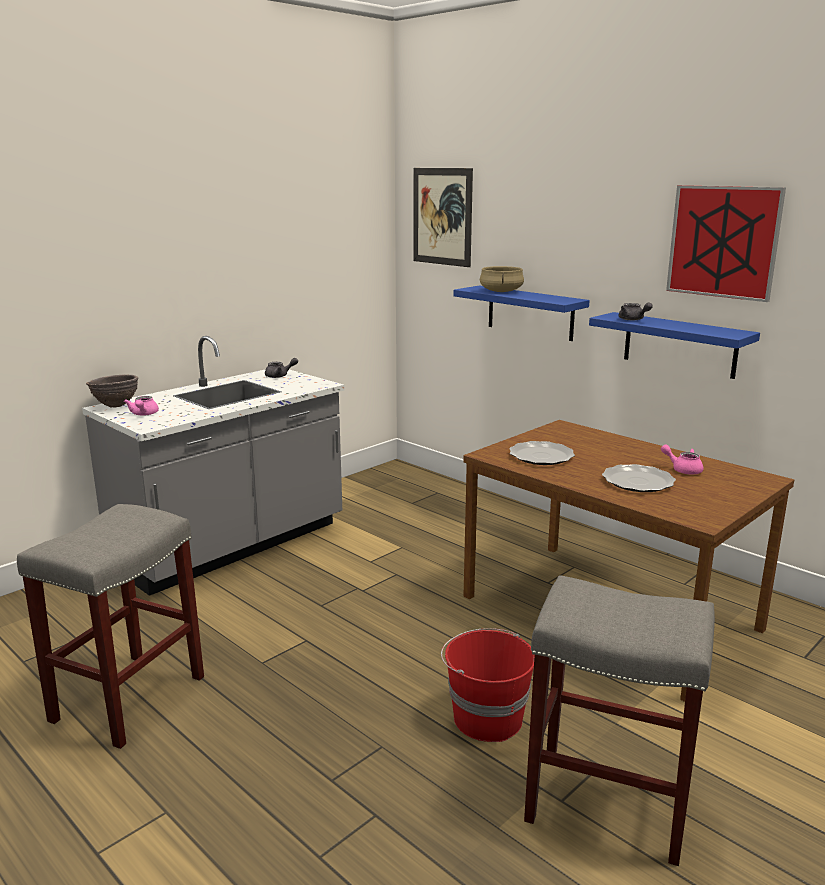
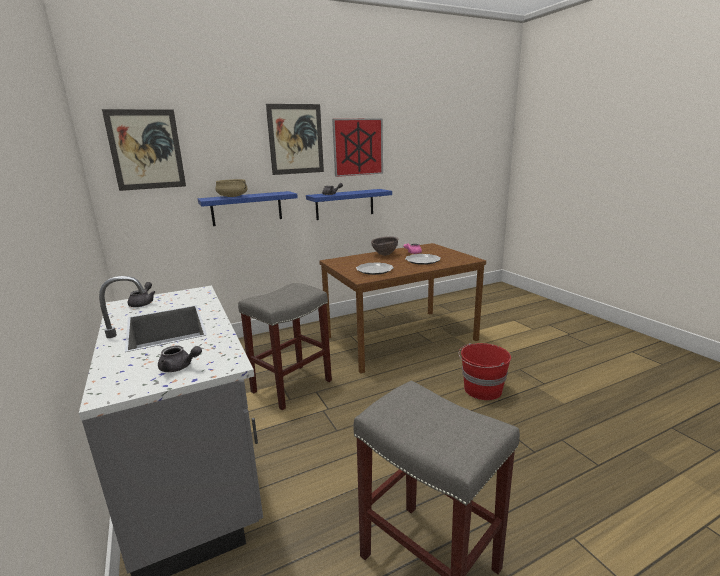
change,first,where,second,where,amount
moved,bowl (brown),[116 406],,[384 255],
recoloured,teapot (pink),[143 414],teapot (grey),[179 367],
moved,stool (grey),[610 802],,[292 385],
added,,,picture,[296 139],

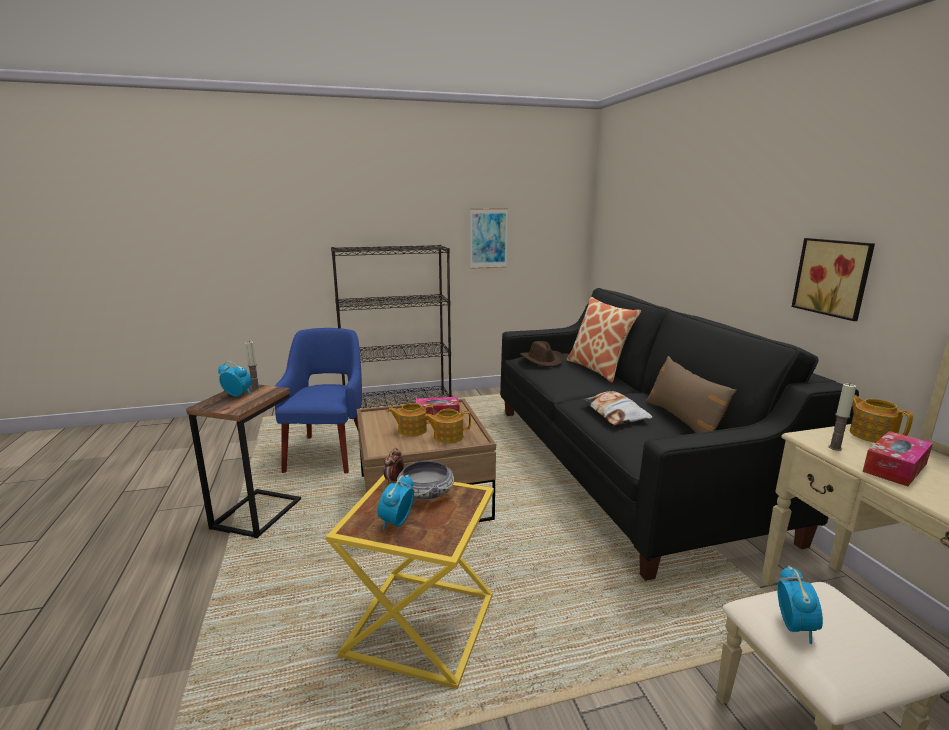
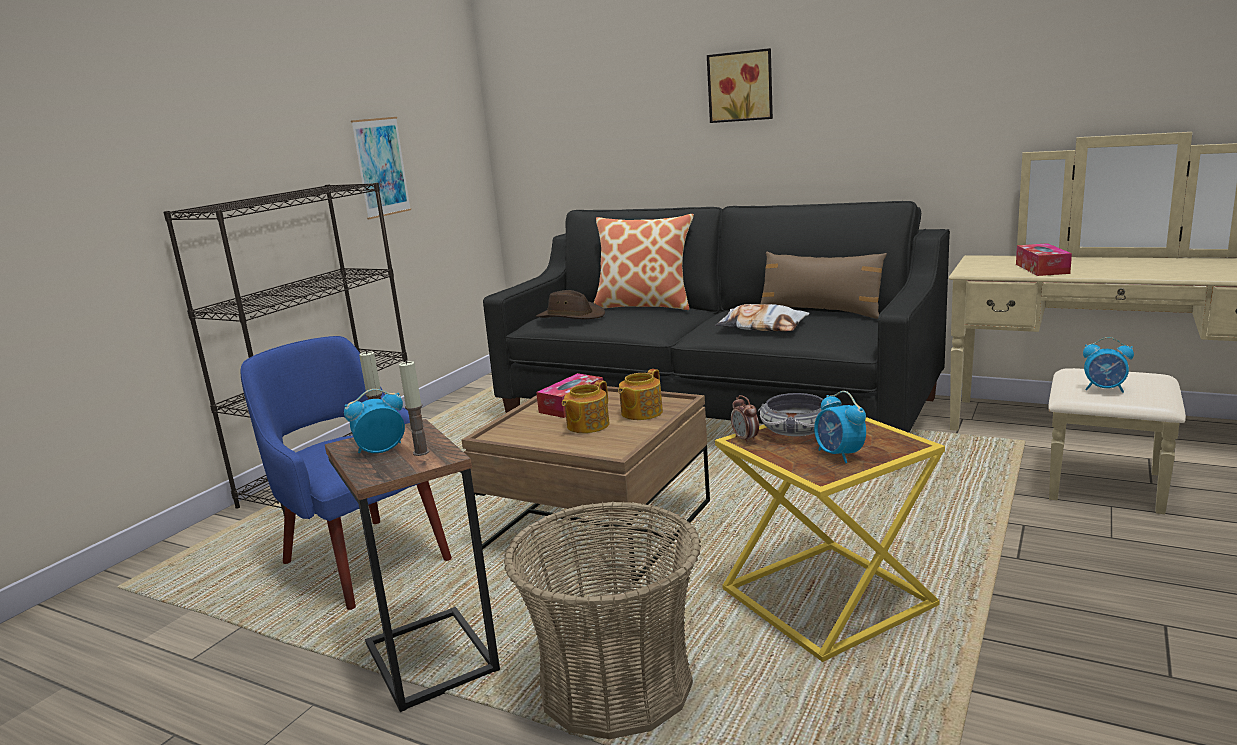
change,first,where,second,where,amount
moved,picture,[834 277],,[741 86],
moved,candle,[835 448],,[421 452],
removed,teapot,[871 435],,,
turned,alarm clock,[794 626],,[1105 389],150 degrees clockwise
added,,,basket,[616 686],

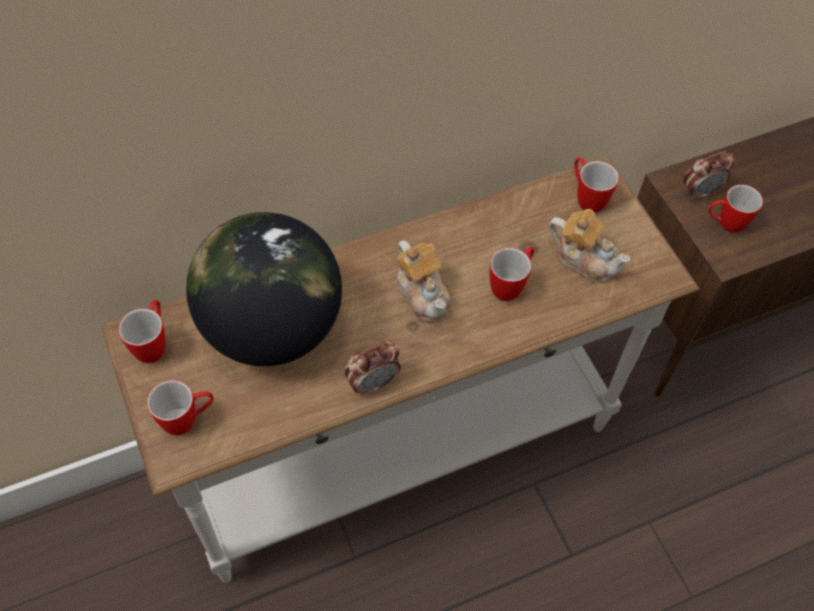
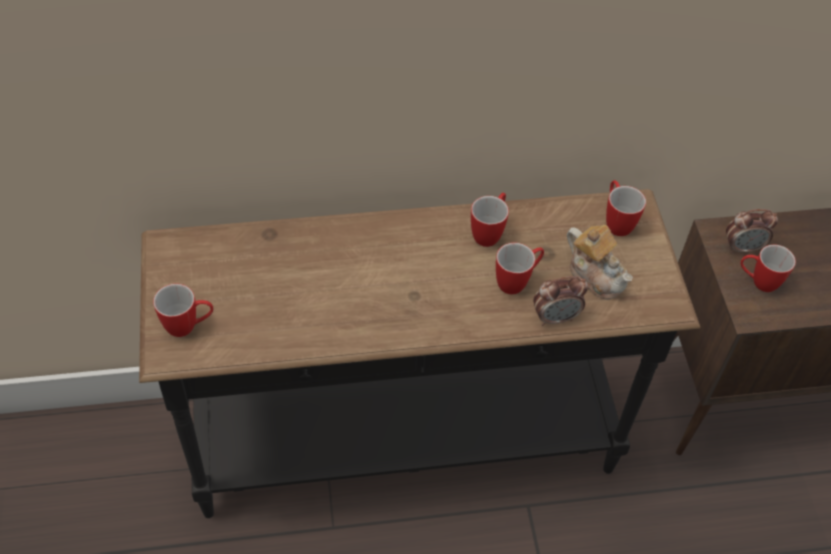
change,first,where,second,where,amount
recoloured,console table (white),[400 454],console table (black),[405 444],
removed,globe,[272 327],,,
removed,teapot,[422 293],,,
moved,mug,[153 344],,[489 232],
moved,alarm clock,[373 383],,[555 317],

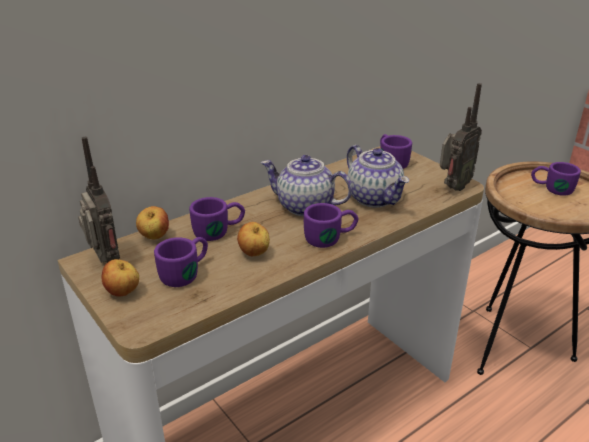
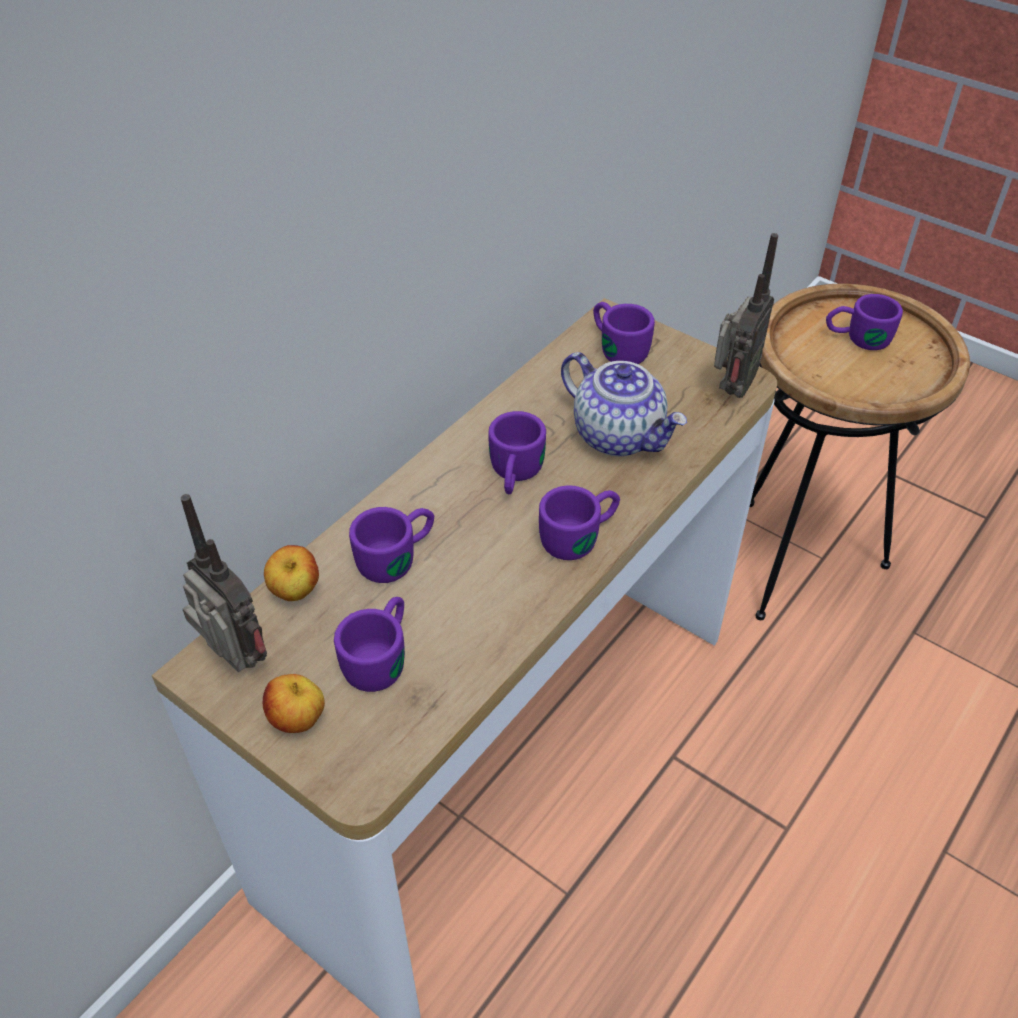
change,first,where,second,where,amount
replaced,teapot,[304 207],mug (purple),[514 476],
removed,apple,[254 254],,,

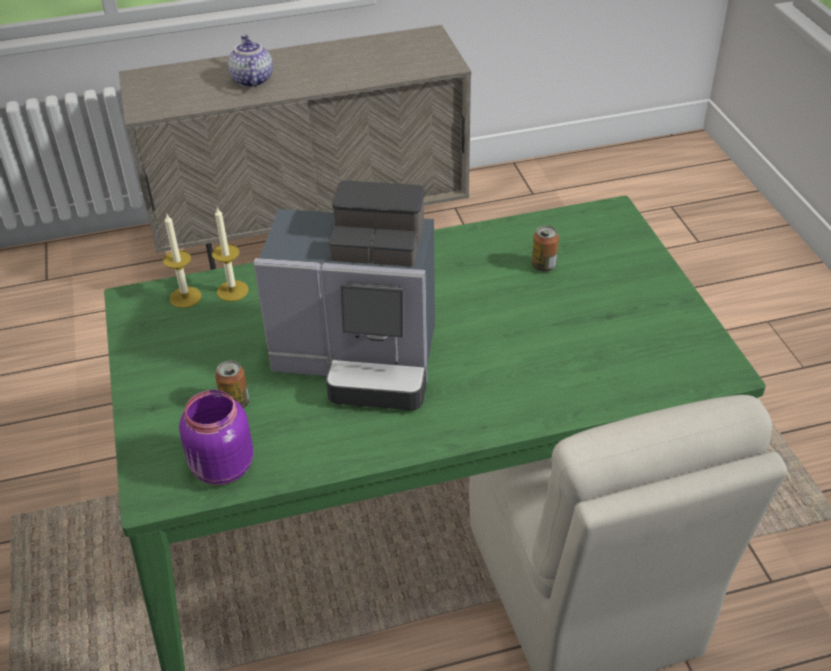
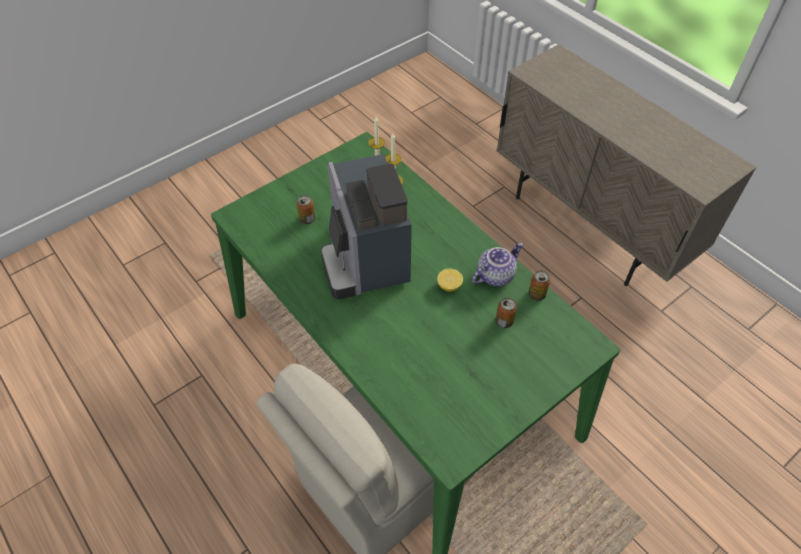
change,first,where,second,where,amount
moved,teapot,[251 80],,[495 275],
removed,jar (purple),[222 468],,,
added,,,lemon,[449 286],
added,,,can,[536 294],

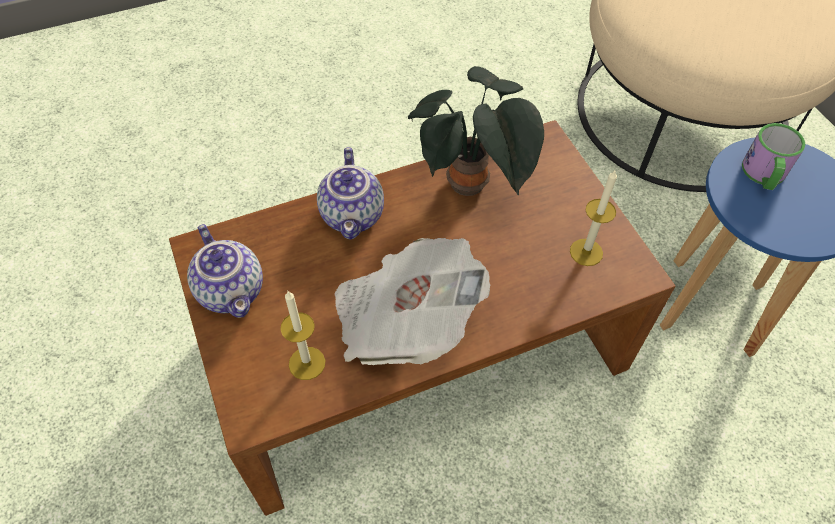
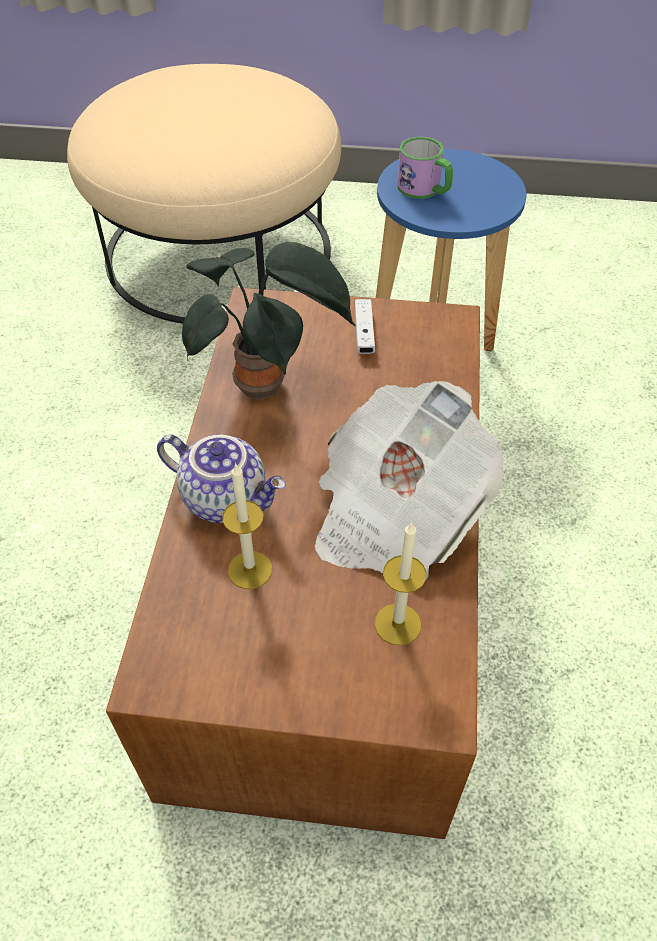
change,first,where,second,where,amount
moved,candle,[586 252],,[250 570],
removed,teapot,[233 291],,,
added,,,game controller (white),[364 333],

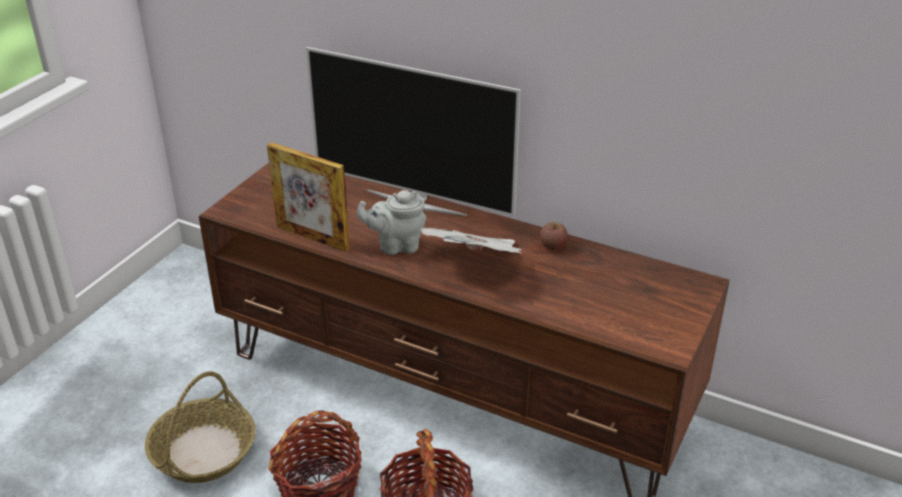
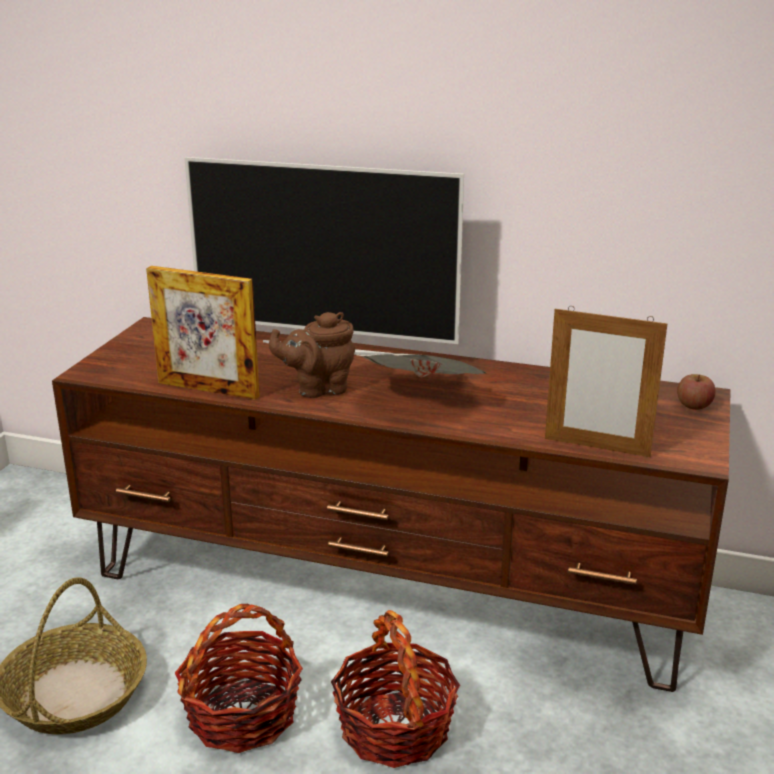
change,first,where,second,where,amount
recoloured,teapot (grey),[396 245],teapot (brown),[318 389],
moved,apple,[553 245],,[694 405],
added,,,picture frame,[596 447],

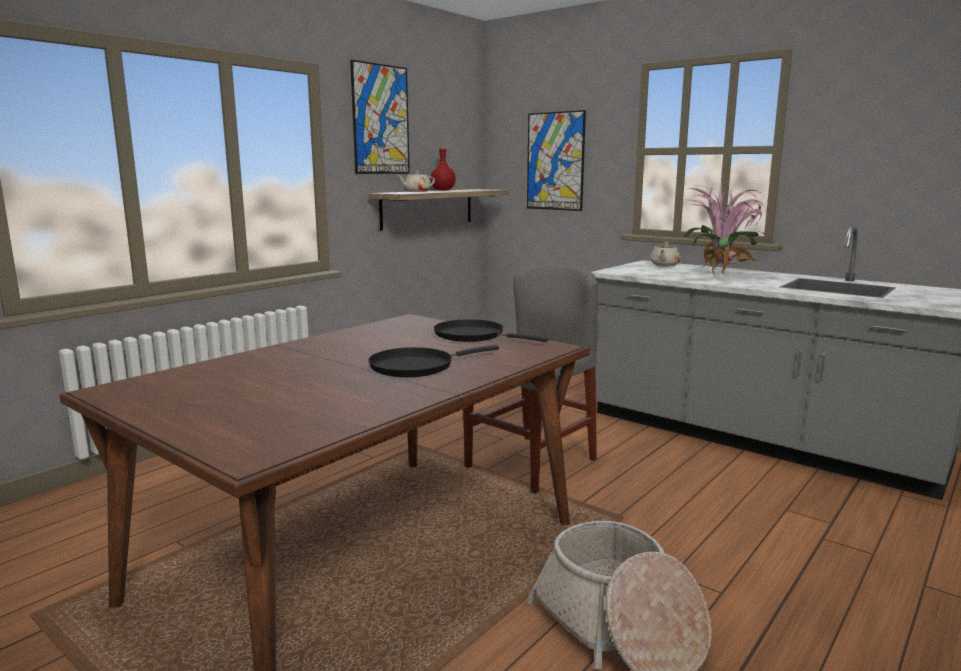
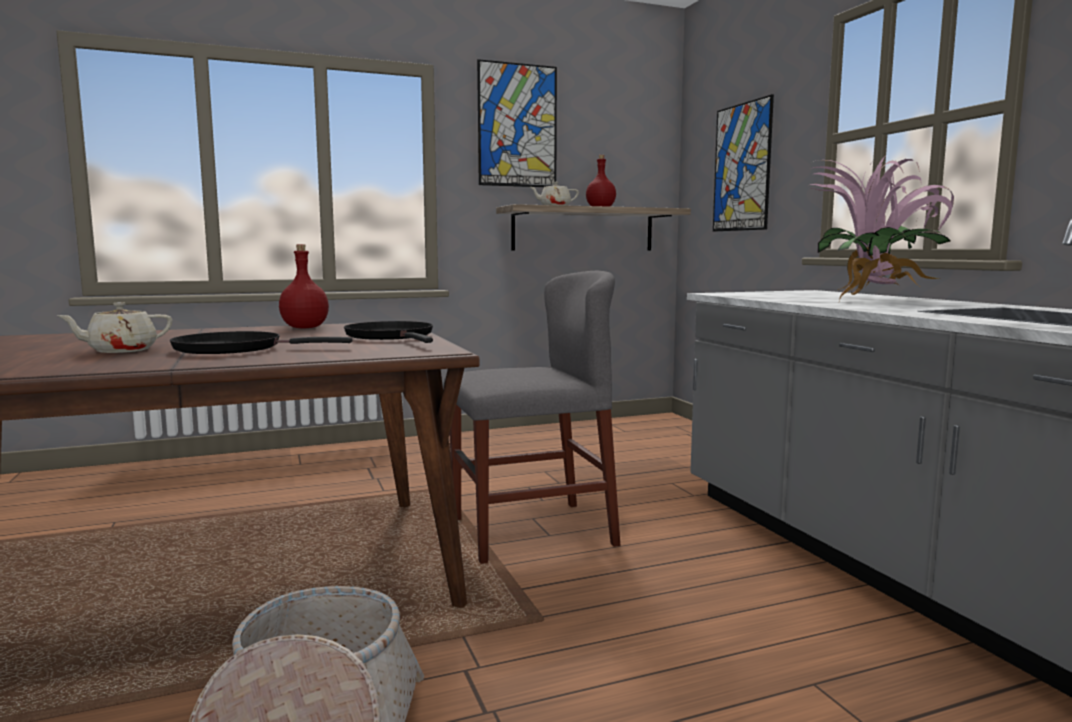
change,first,where,second,where,amount
moved,teapot (beige),[664 265],,[121 351],
added,,,bottle (red),[305 327],

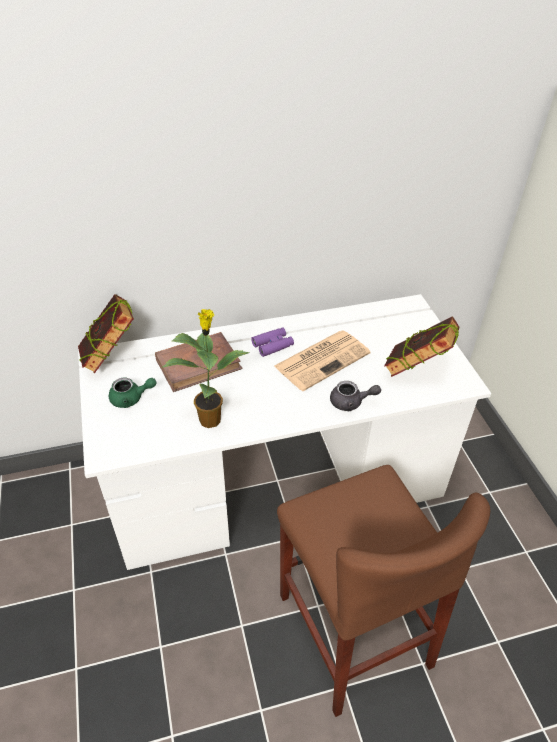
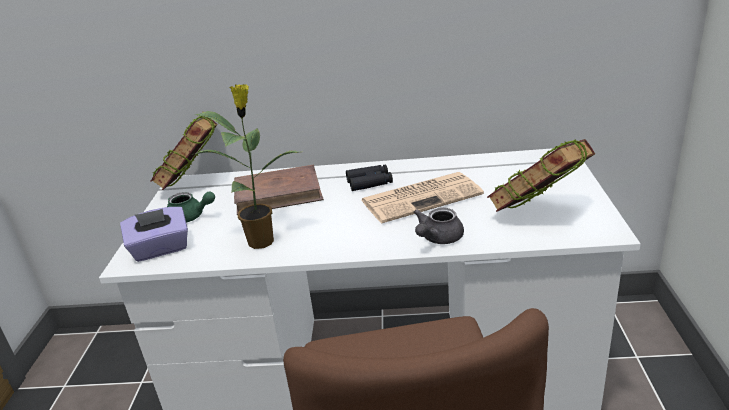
change,first,where,second,where,amount
recoloured,binoculars (purple),[272 345],binoculars (black),[369 182],
turned,teapot (grey),[351 402],,[437 239],105 degrees clockwise
added,,,tissue box (purple),[161 249],

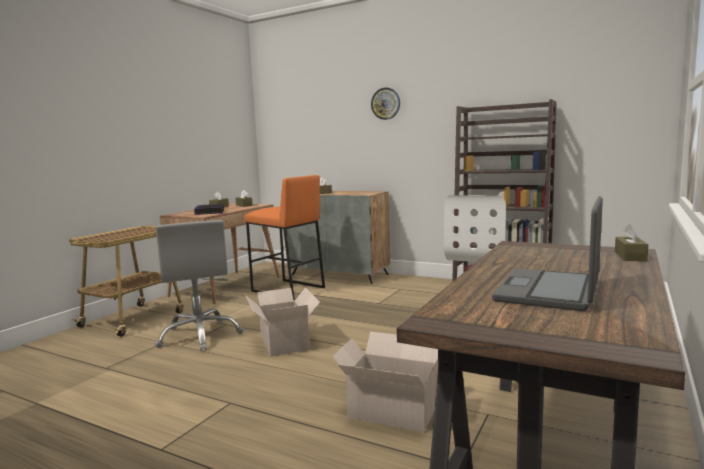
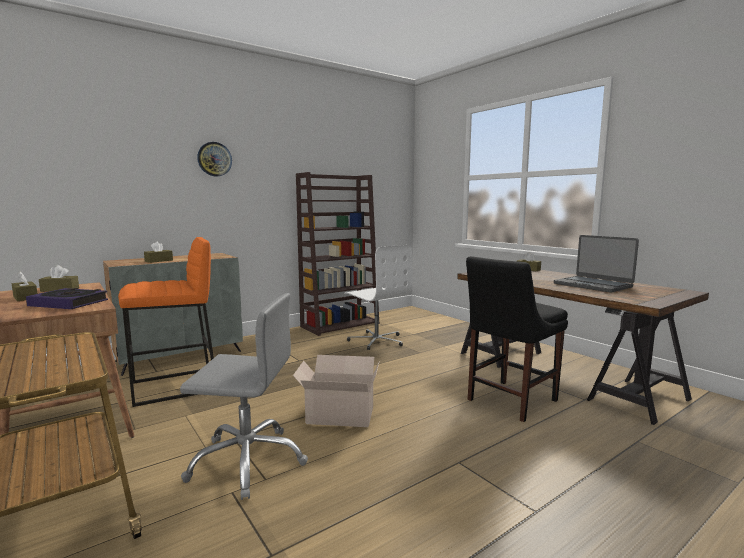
change,first,where,second,where,amount
replaced,cardboard box,[390 410],chair (black),[509 401],

